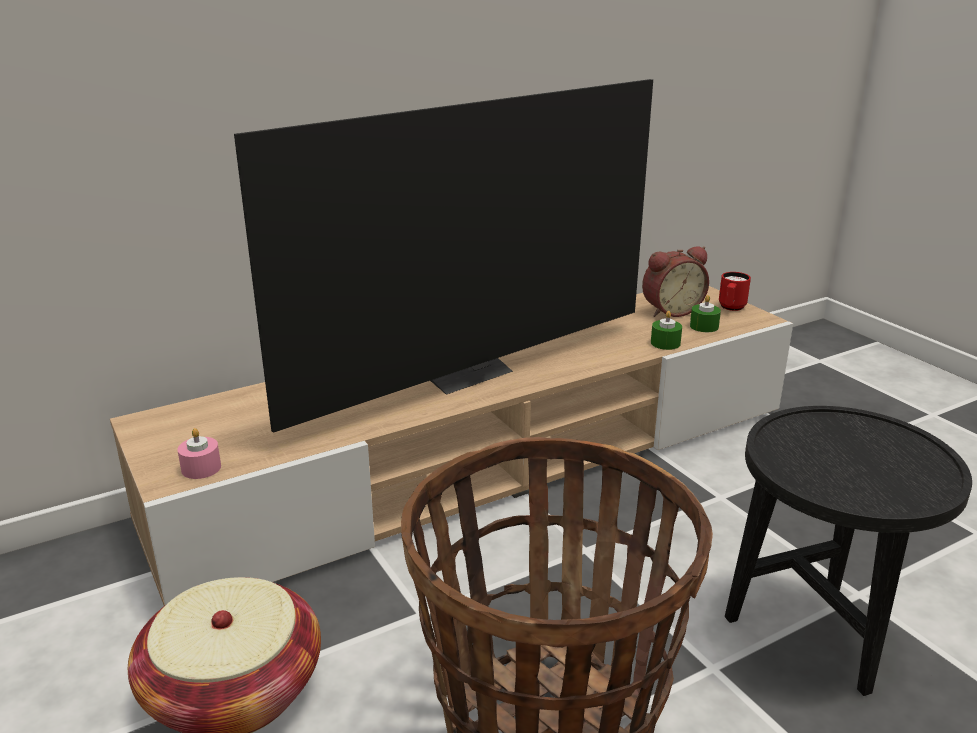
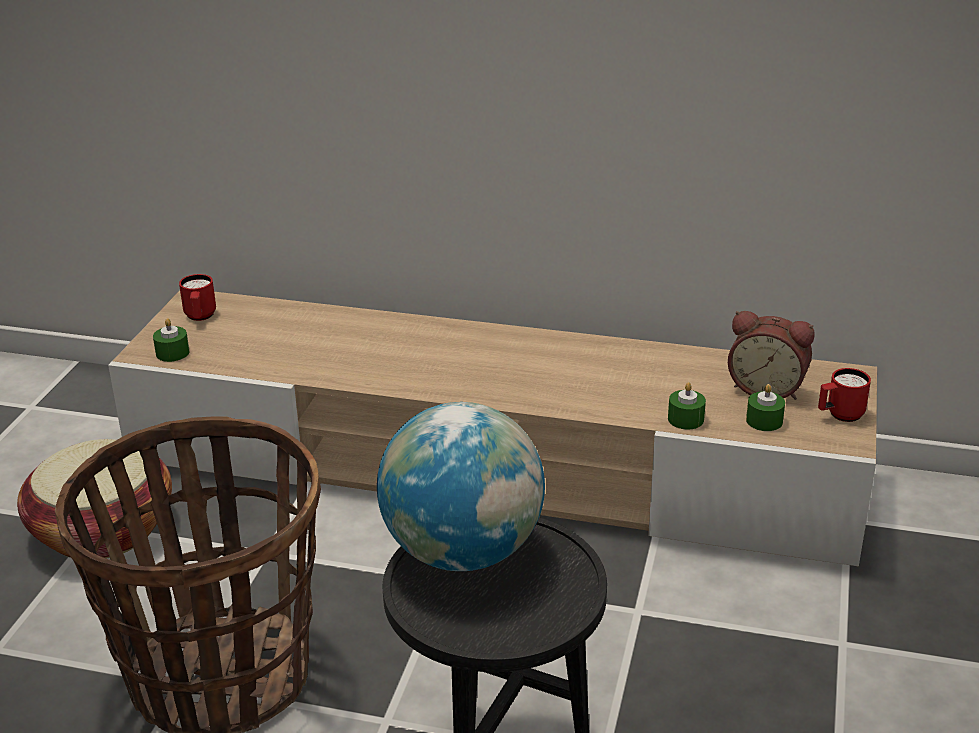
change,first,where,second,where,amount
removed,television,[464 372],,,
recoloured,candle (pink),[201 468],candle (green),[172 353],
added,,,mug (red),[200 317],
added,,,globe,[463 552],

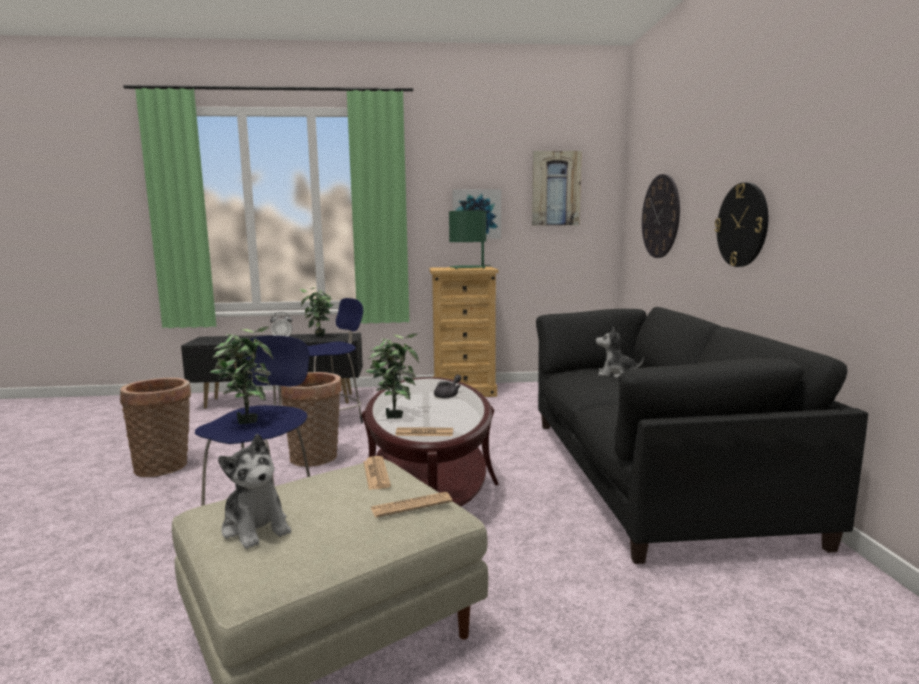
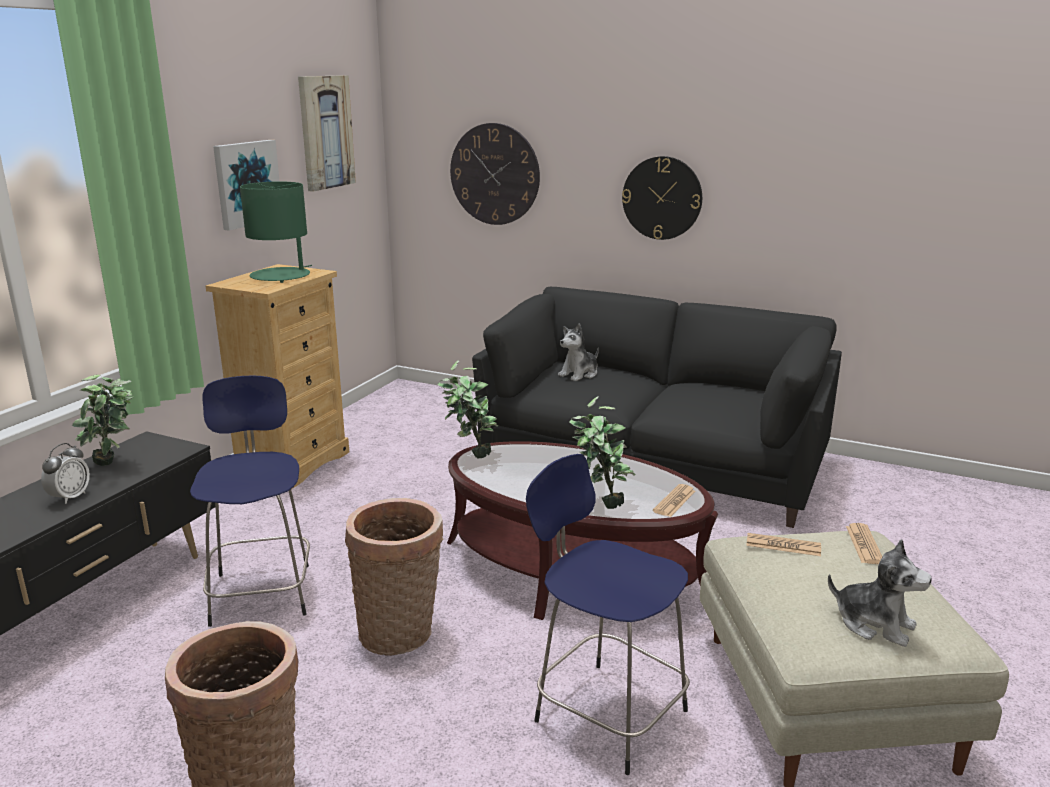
change,first,where,second,where,amount
moved,potted plant,[247 421],,[470 455],
removed,teapot (grey),[448 395],,,
turned,plush toy,[256 527],,[874 624],45 degrees clockwise

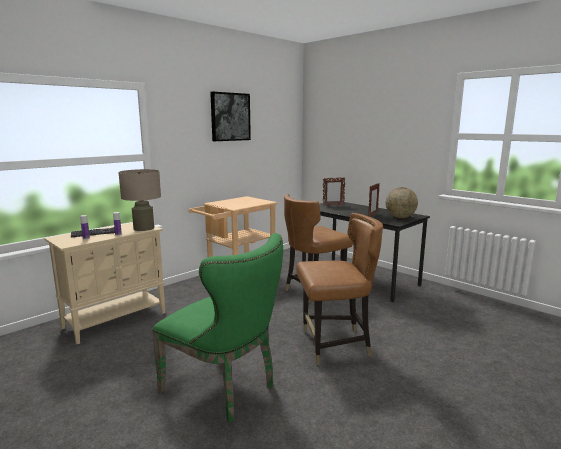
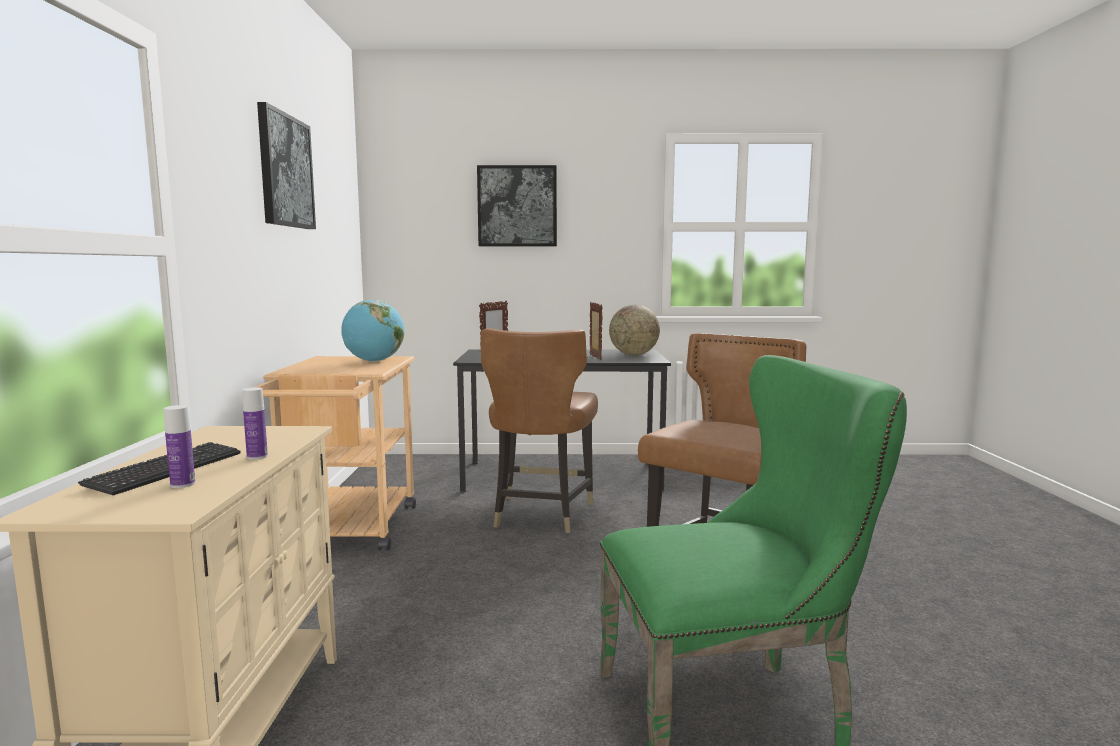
change,first,where,second,where,amount
removed,table lamp (beige),[143 228],,,
added,,,picture,[517 206],
added,,,globe,[374 361],

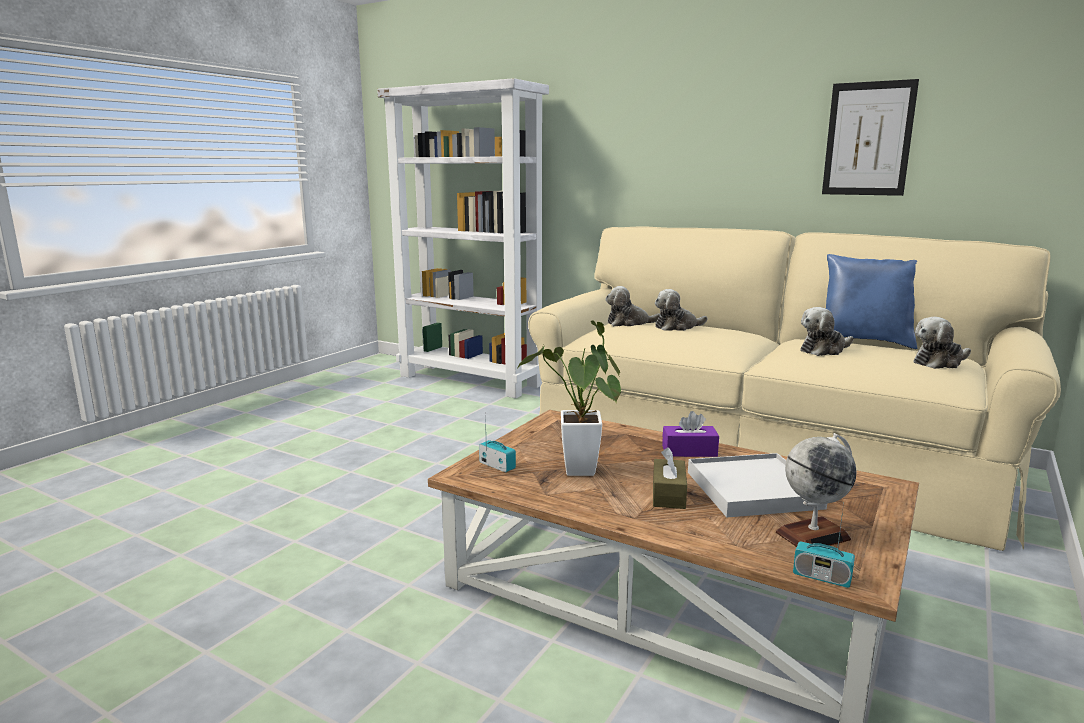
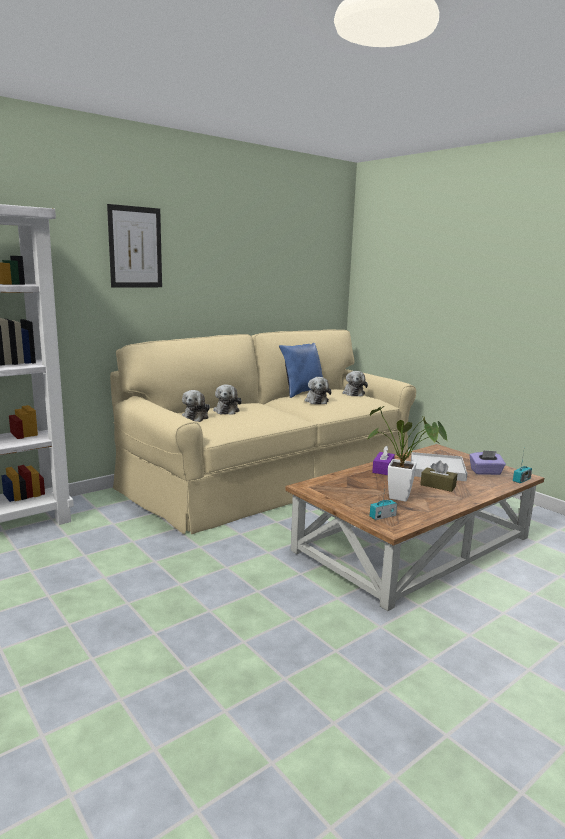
change,first,where,second,where,amount
moved,picture,[868 139],,[135 247],
replaced,globe,[813 535],tissue box (purple),[485 472],

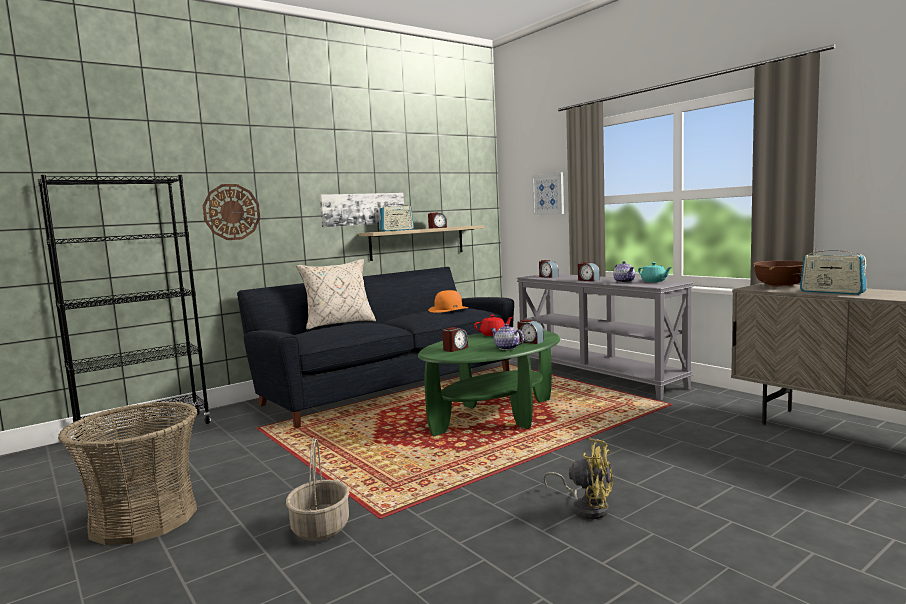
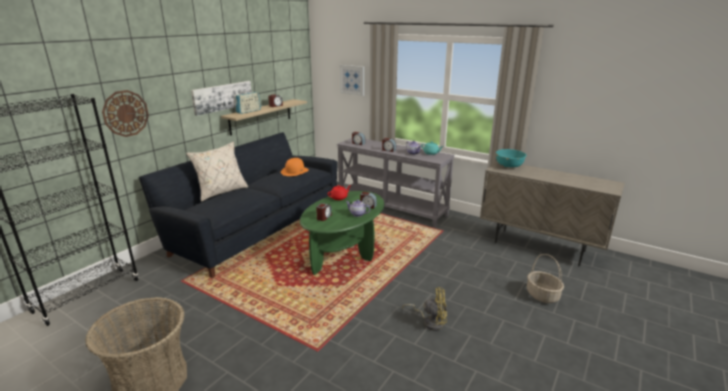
change,first,where,second,where,amount
removed,radio,[832 292],,,
recoloured,bowl (brown),[780 286],bowl (turquoise),[509 166],
moved,basket,[320 527],,[542 295],

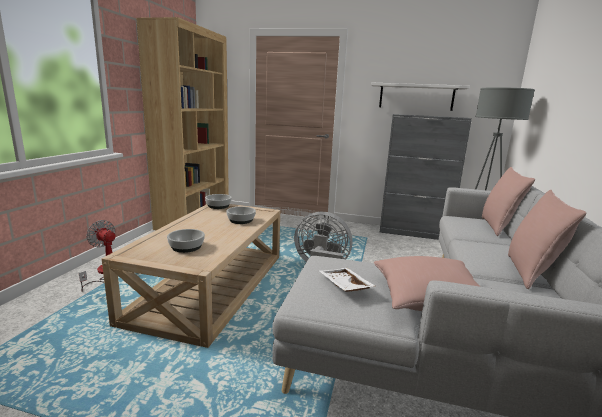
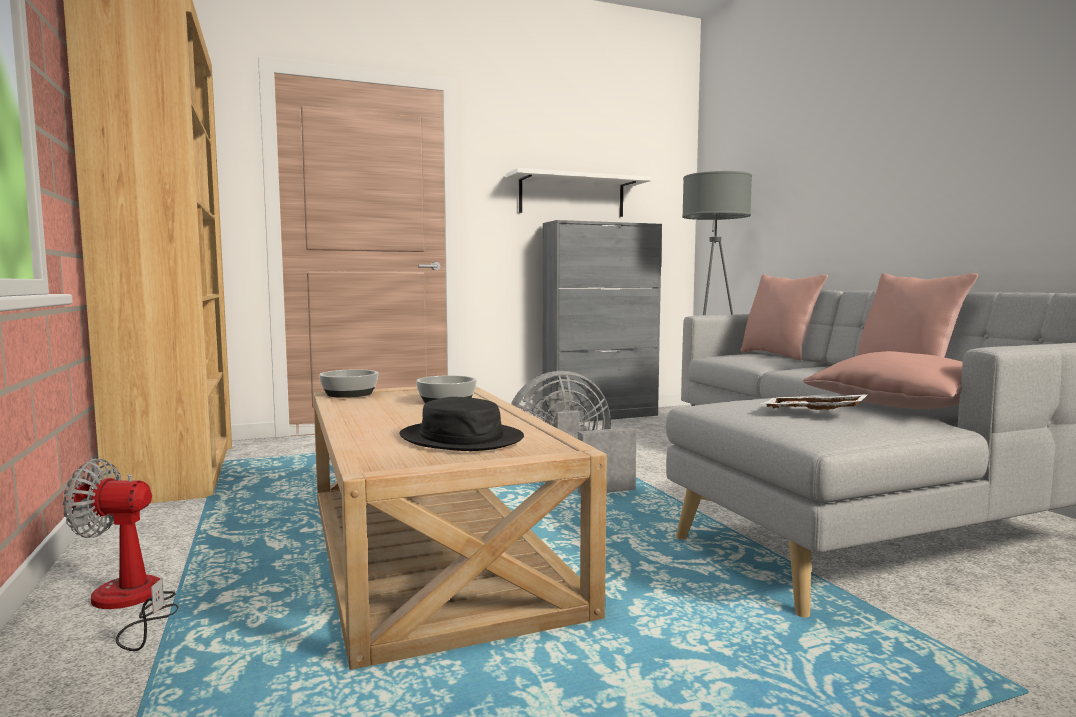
change,first,where,second,where,amount
replaced,bowl,[187 247],hat (black),[461 438],

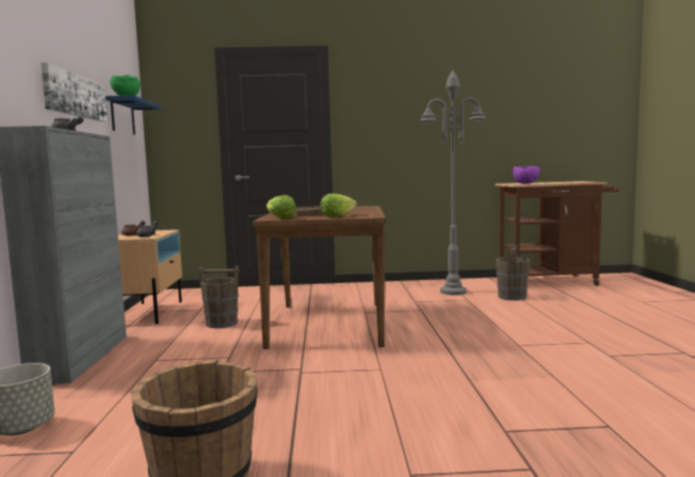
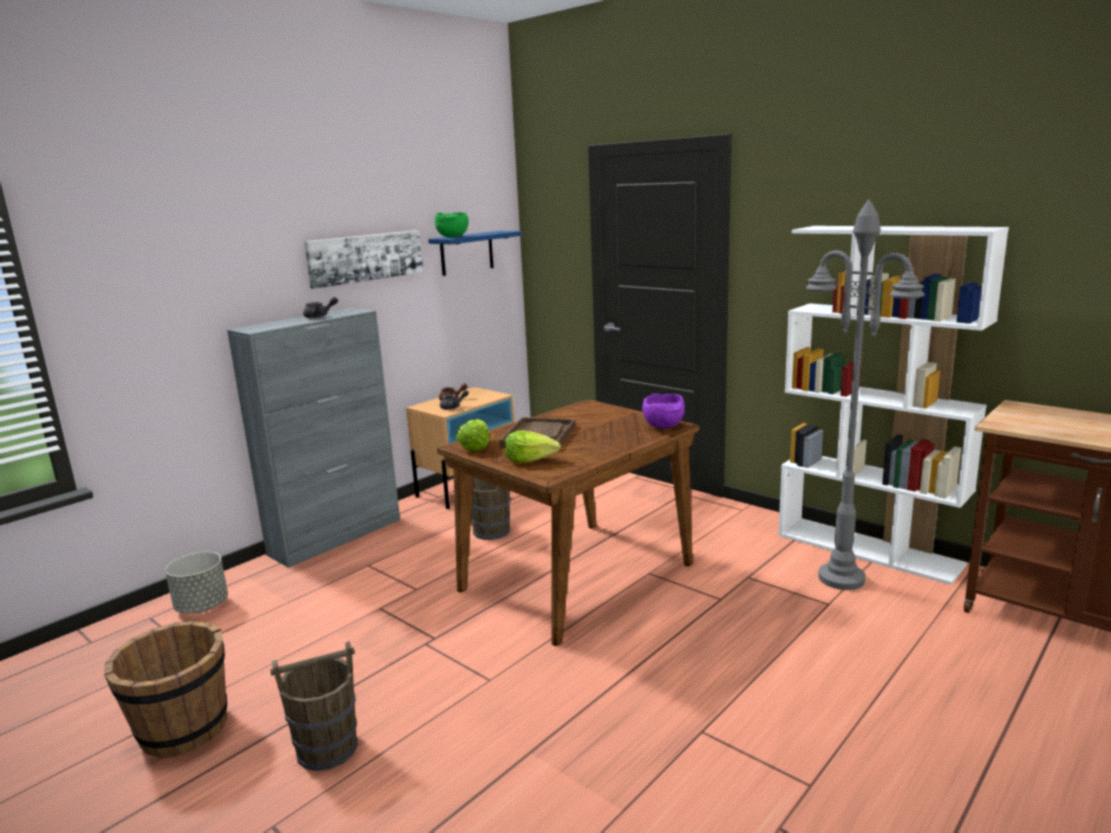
change,first,where,second,where,amount
moved,bowl (purple),[526 183],,[664 427],
moved,bucket (brown),[512 297],,[328 749],
added,,,bookcase (white),[869 549],

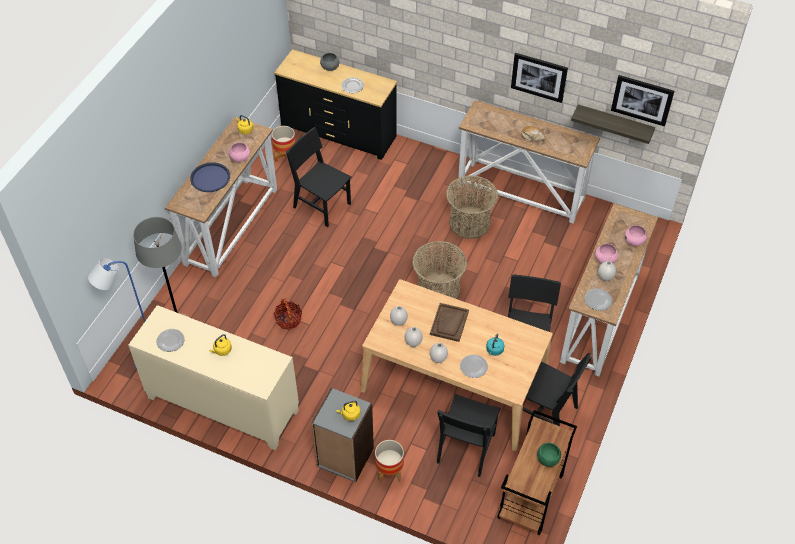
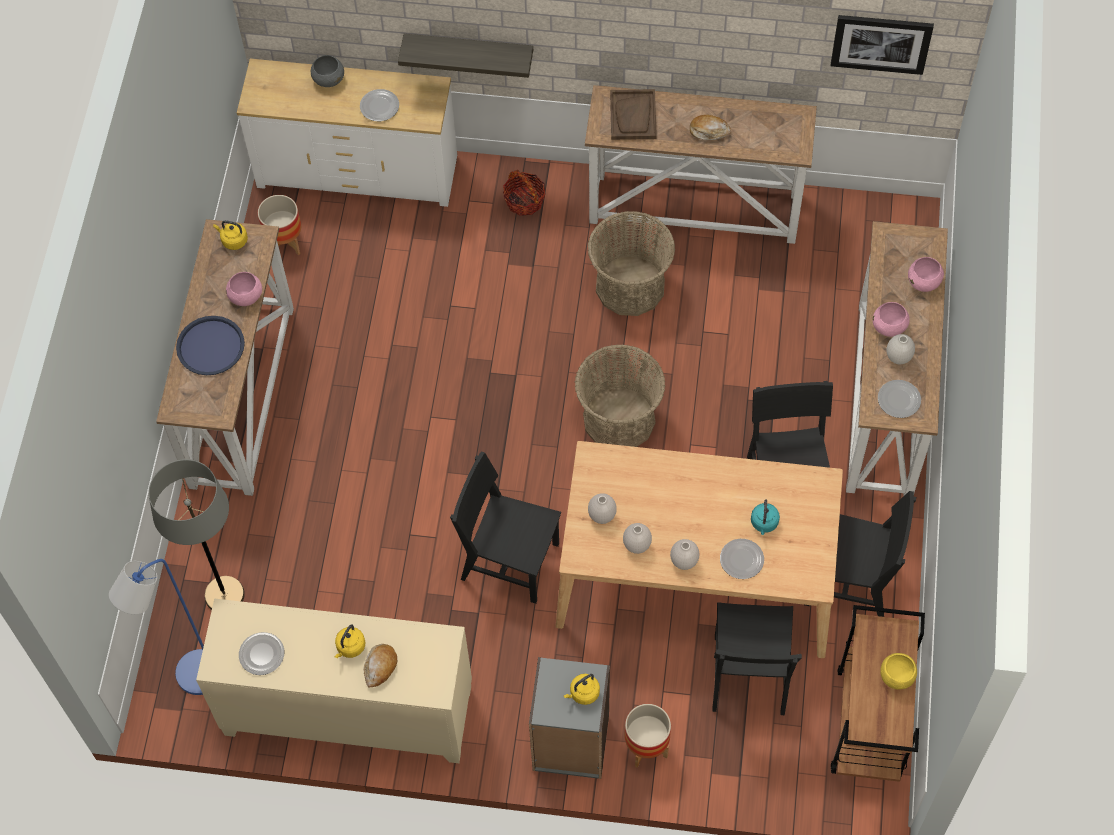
change,first,where,second,where,amount
recoloured,dresser (black),[339 131],dresser (white),[357 171],
removed,picture,[539 77],,,
moved,shelf,[614 124],,[469 51],
moved,chair (black),[322 205],,[510 561],
moved,basket,[288 320],,[524 201],
moved,tray (brown),[449 323],,[633 116],
recoloured,bowl (green),[547 459],bowl (yellow),[896 677],
added,,,bread,[380 667],

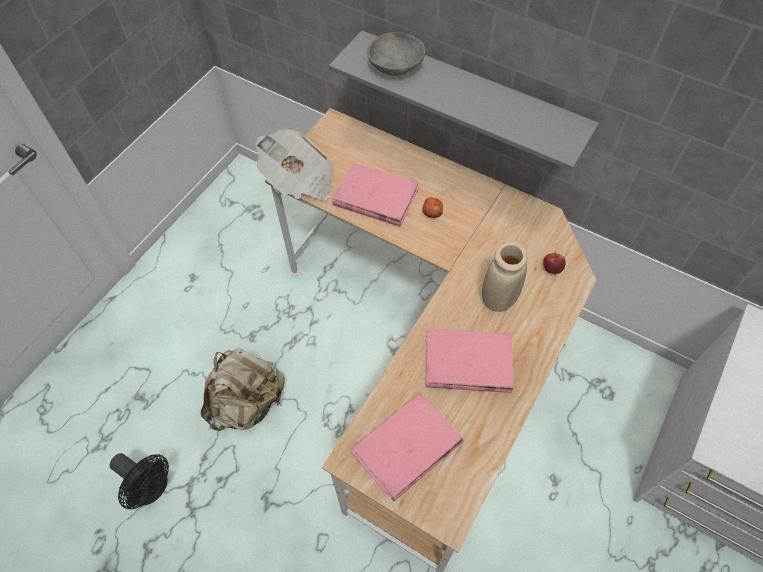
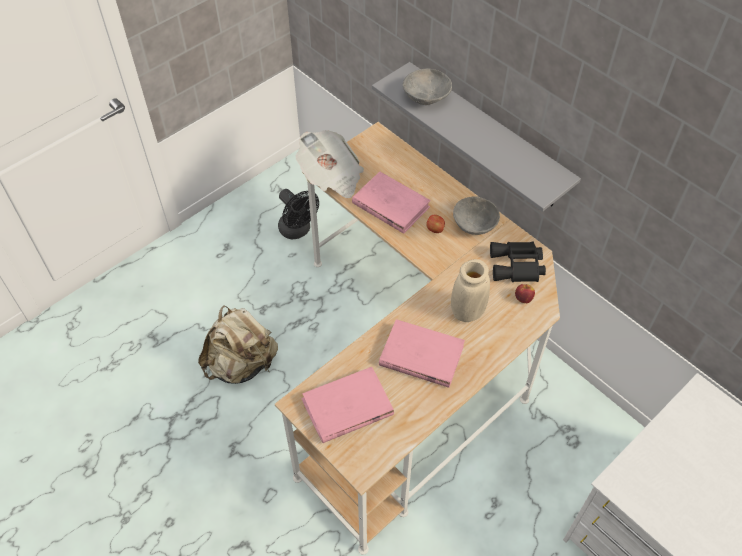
change,first,where,second,where,amount
moved,fan (black),[152 488],,[298 231],
added,,,bowl (grey),[474 224],
added,,,binoculars (black),[517 266],

